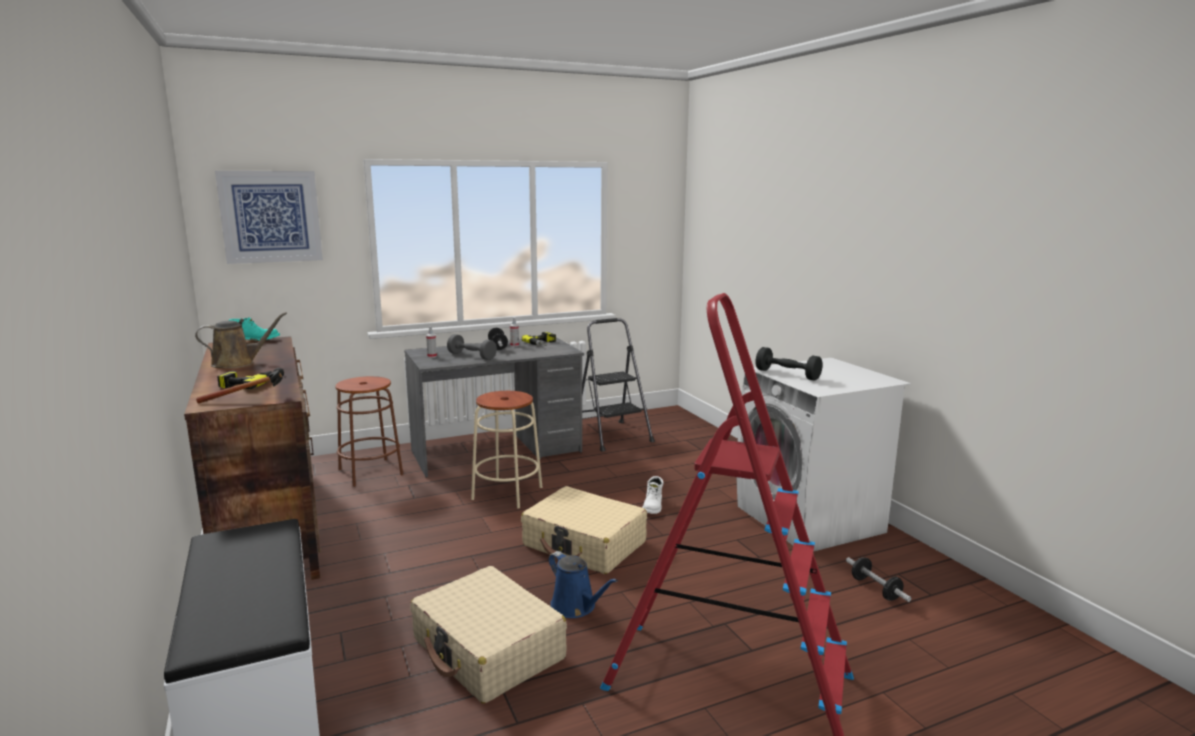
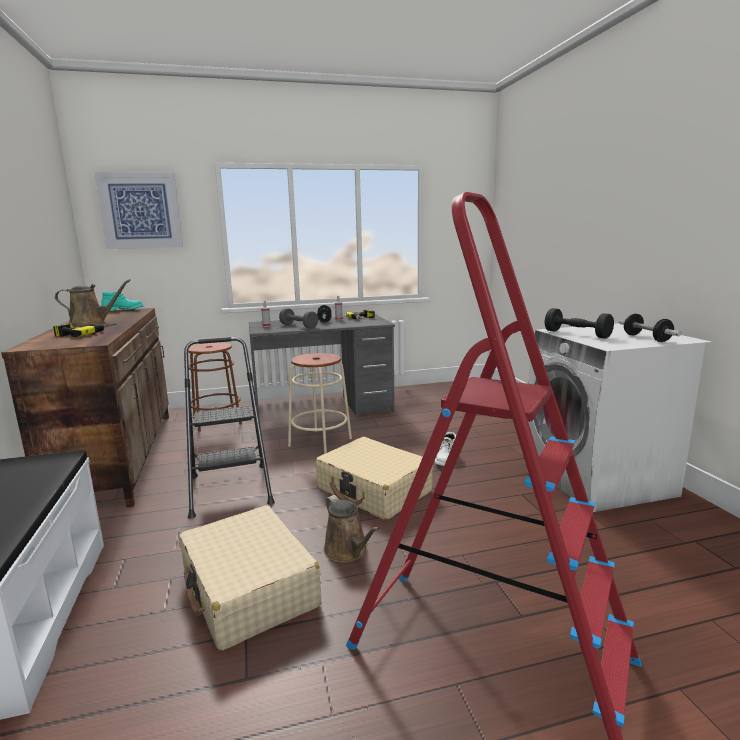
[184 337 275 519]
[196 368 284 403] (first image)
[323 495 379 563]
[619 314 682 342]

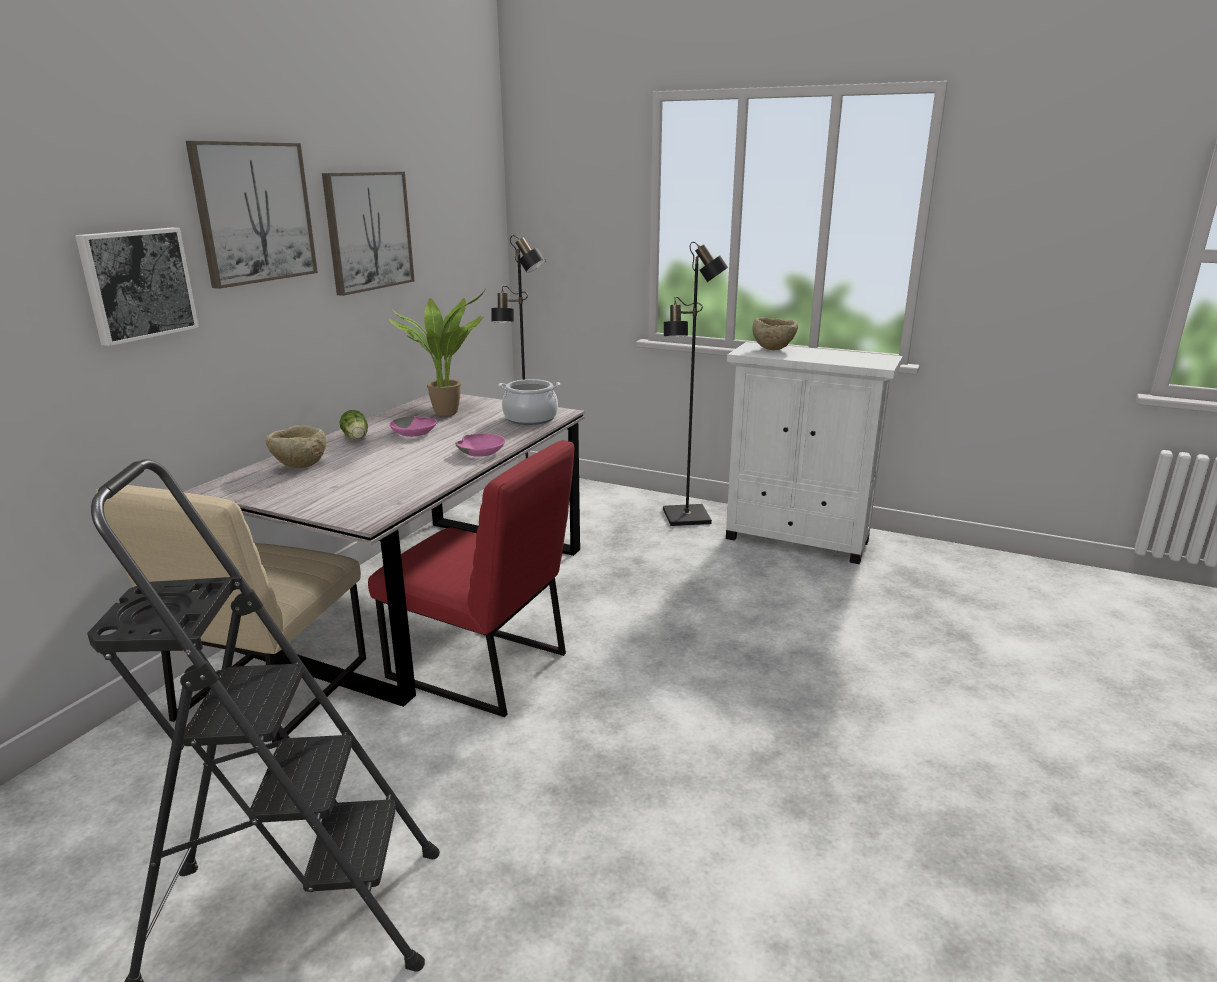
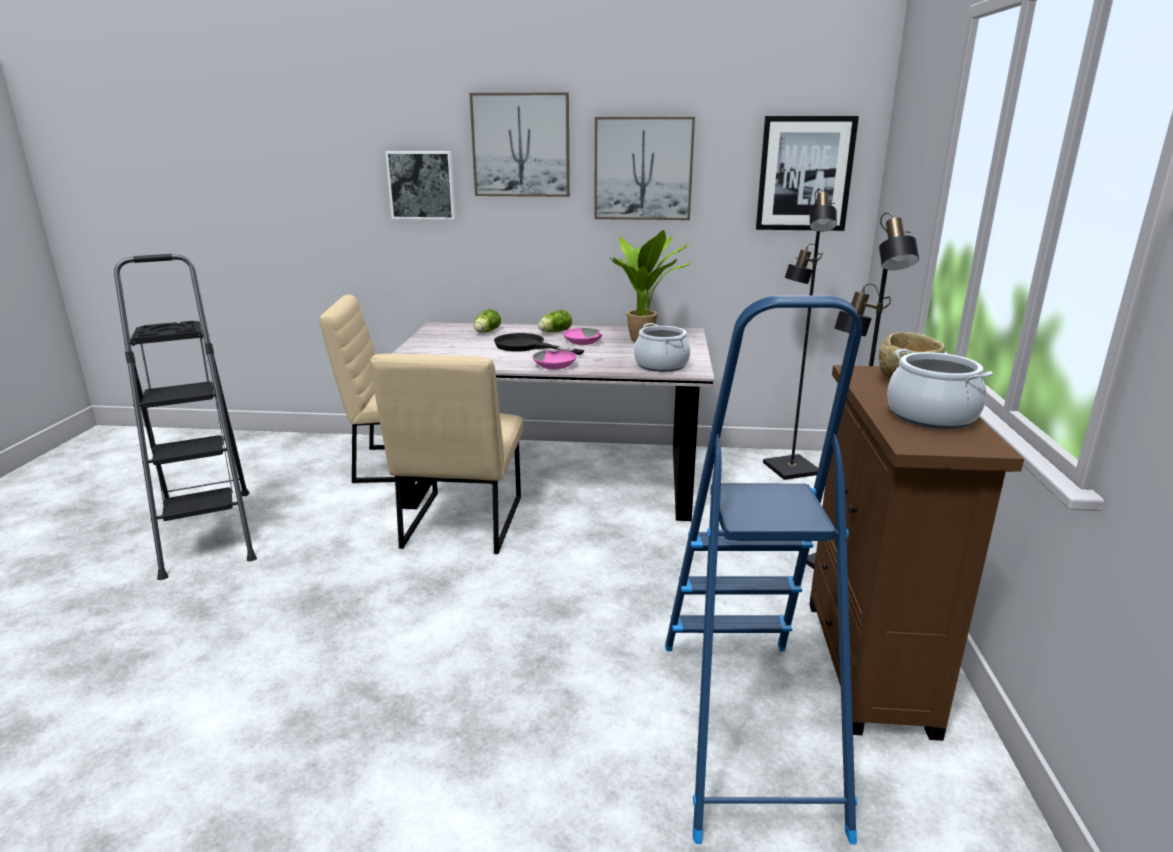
[809 365 1024 741]
[474 309 501 333]
[370 354 524 554]
[756 116 859 231]
[665 296 862 844]
[494 333 584 355]
[887 349 993 429]

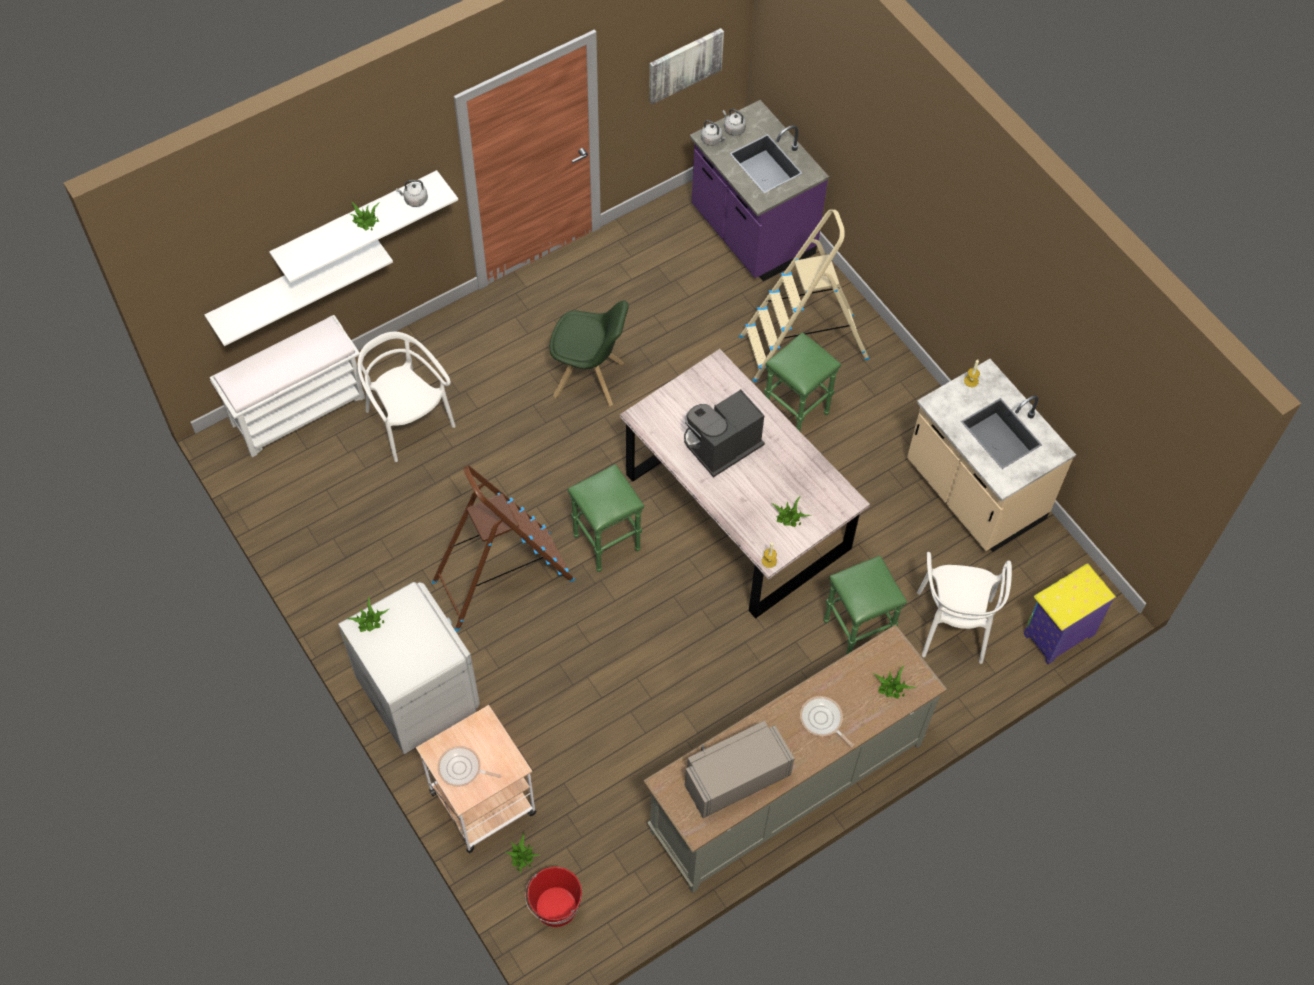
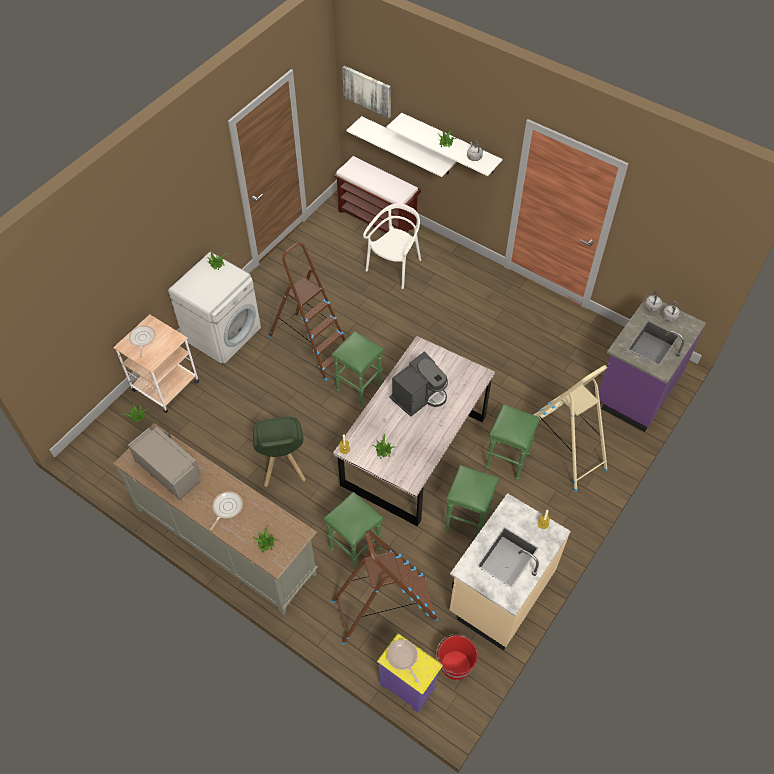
[342 66 391 118]
[253 417 306 487]
[334 156 421 233]
[390 351 448 417]
[331 530 438 644]
[436 634 478 680]
[445 465 499 535]
[387 639 419 683]

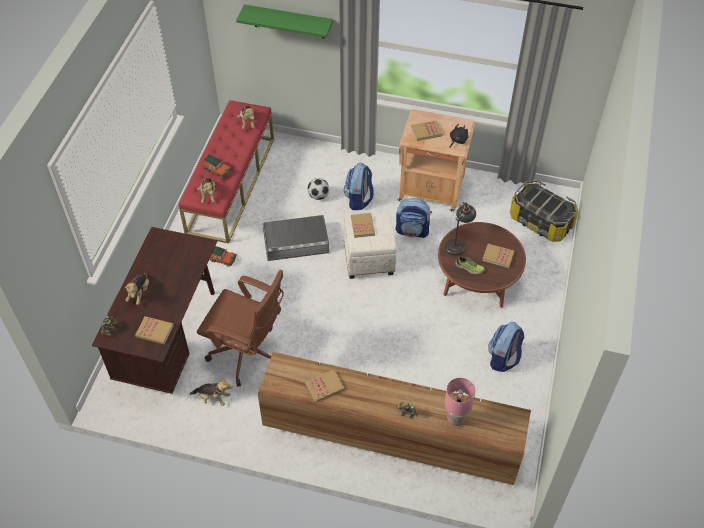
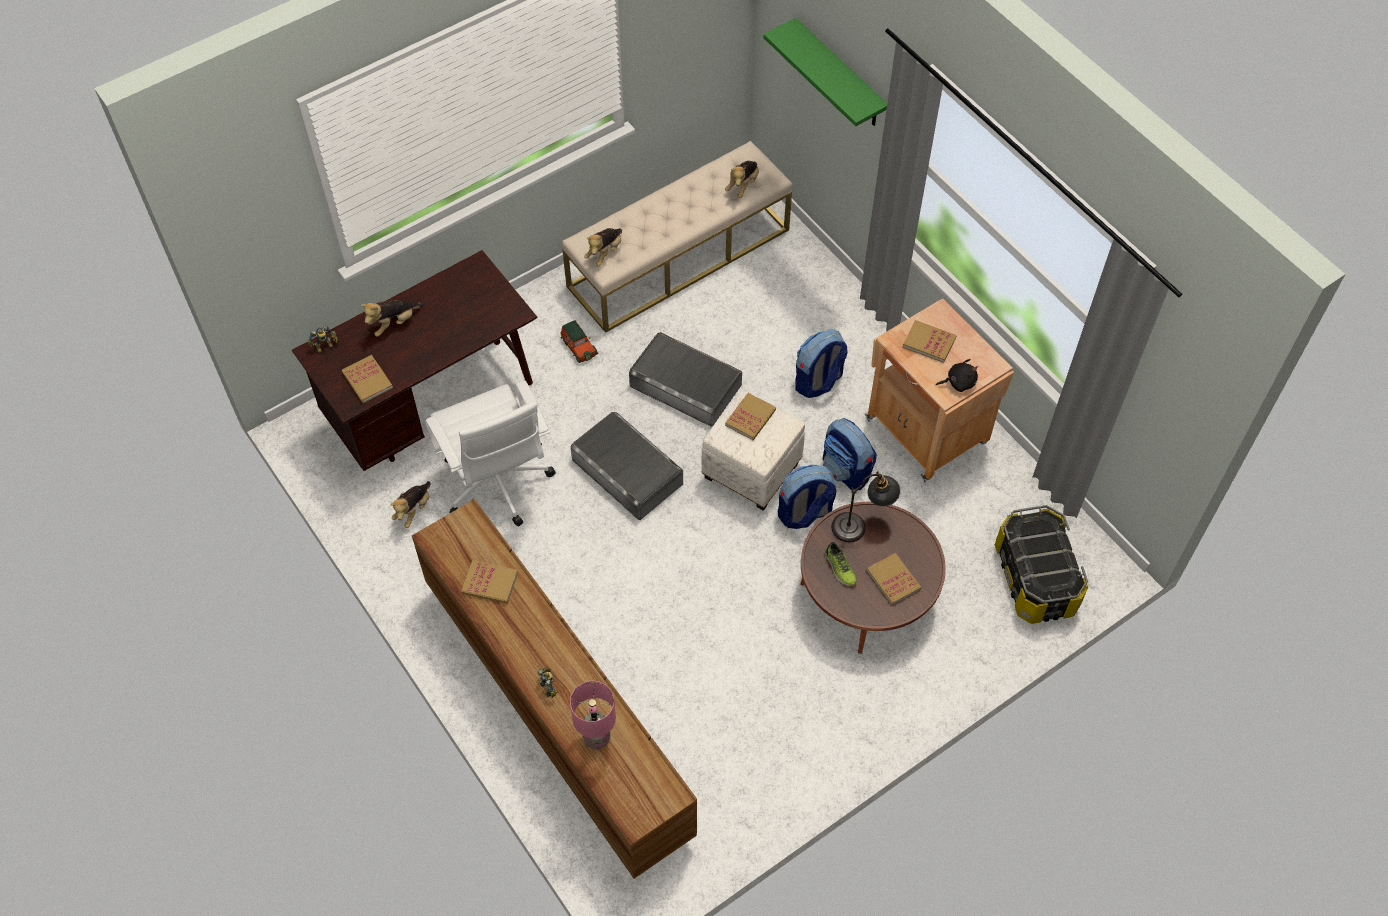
[562 141 792 333]
[203 154 232 179] (first image)
[308 178 329 200] (first image)
[425 381 556 527]
[778 465 836 529]
[390 481 431 528]
[571 412 683 520]

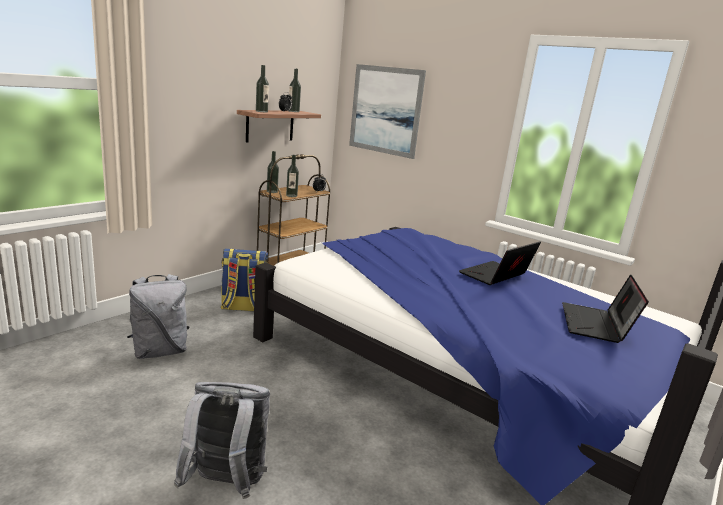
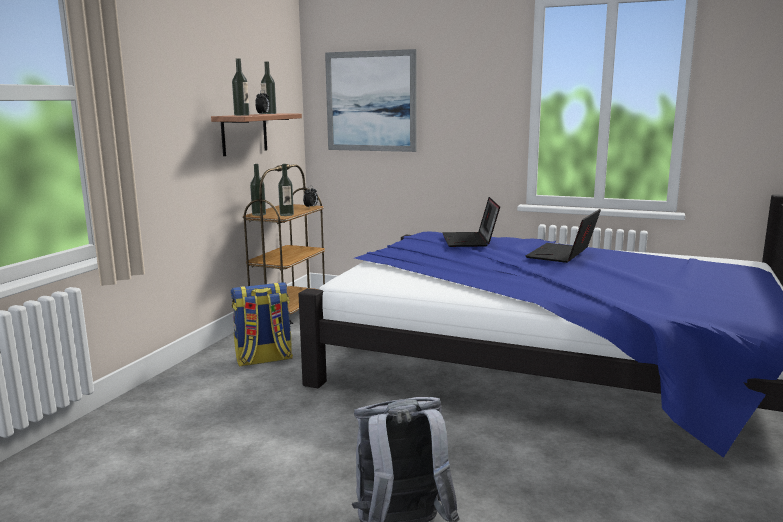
[127 274 190 359] (first image)
[442 197 500 247]

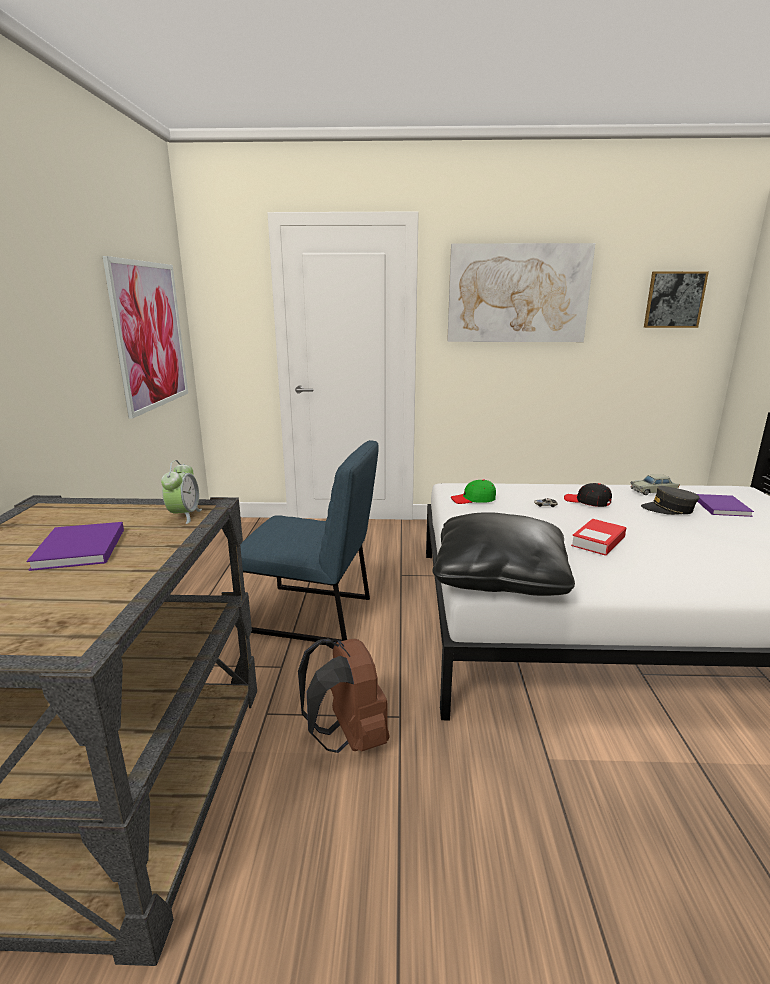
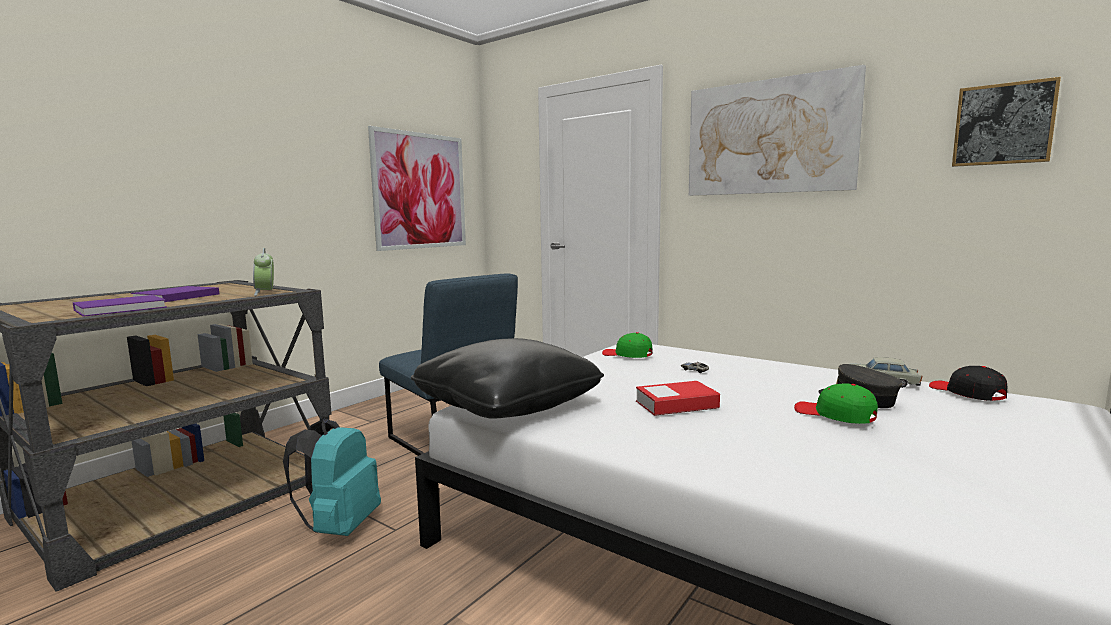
[253 248 274 296]
[929 366 1007 401]
[73 295 167 317]
[283 419 381 536]
[794 383 878 424]

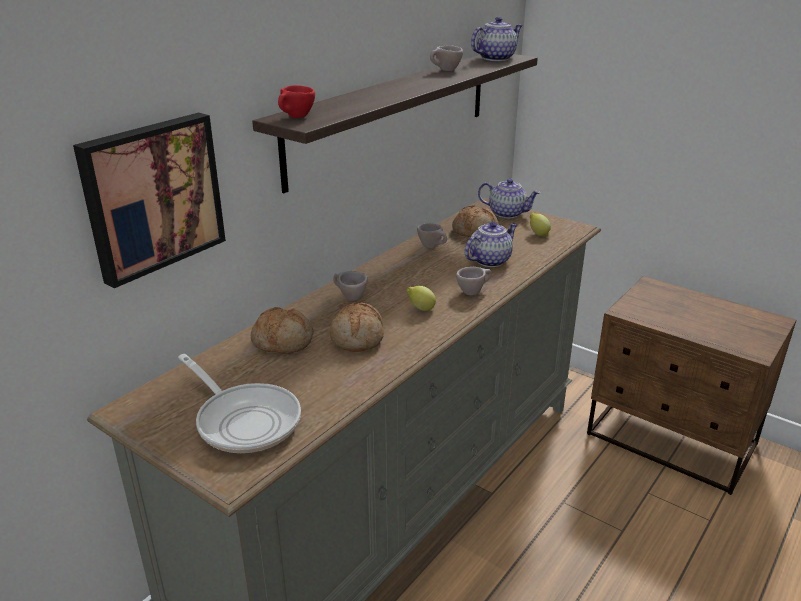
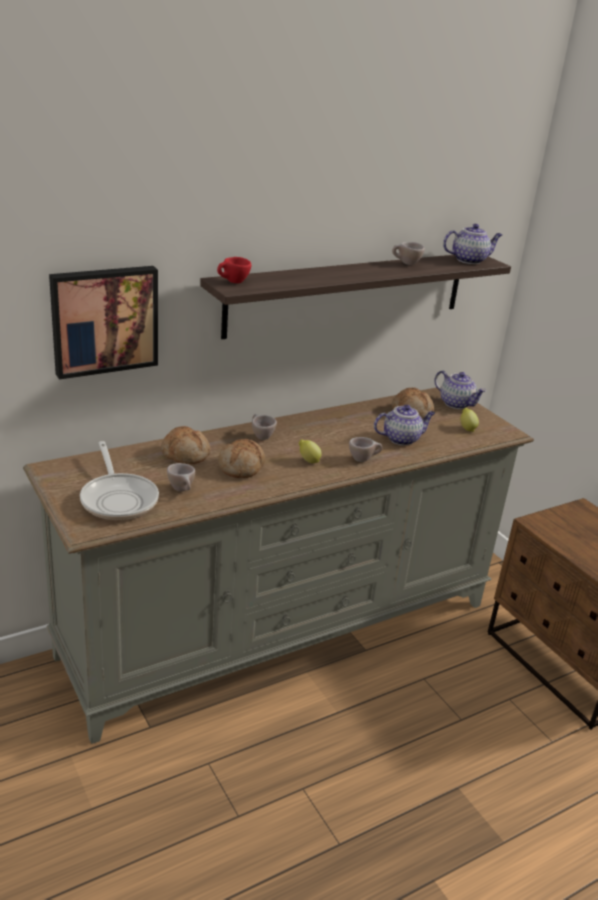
[167 463 195 492]

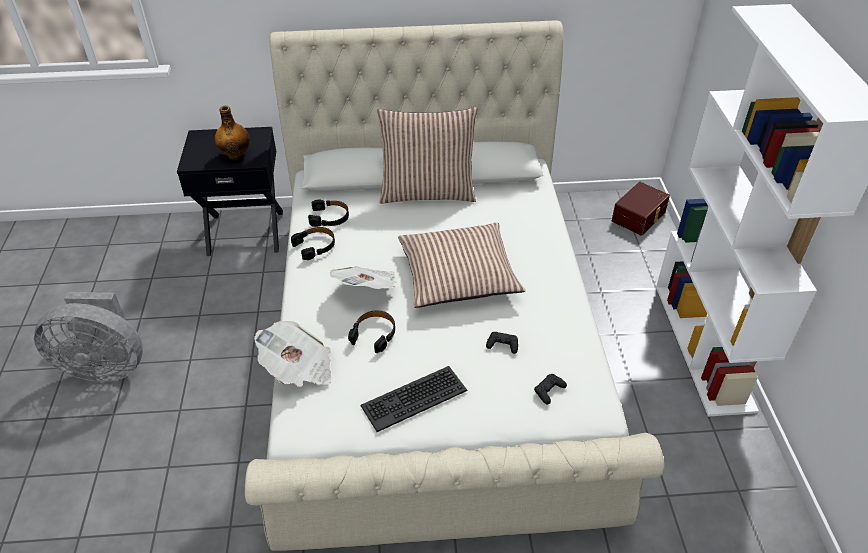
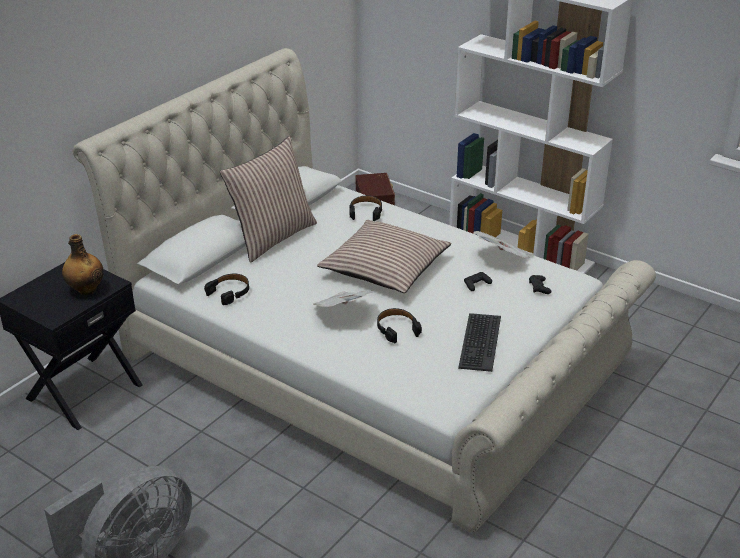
[349 196 383 221]
[473 231 533 258]

